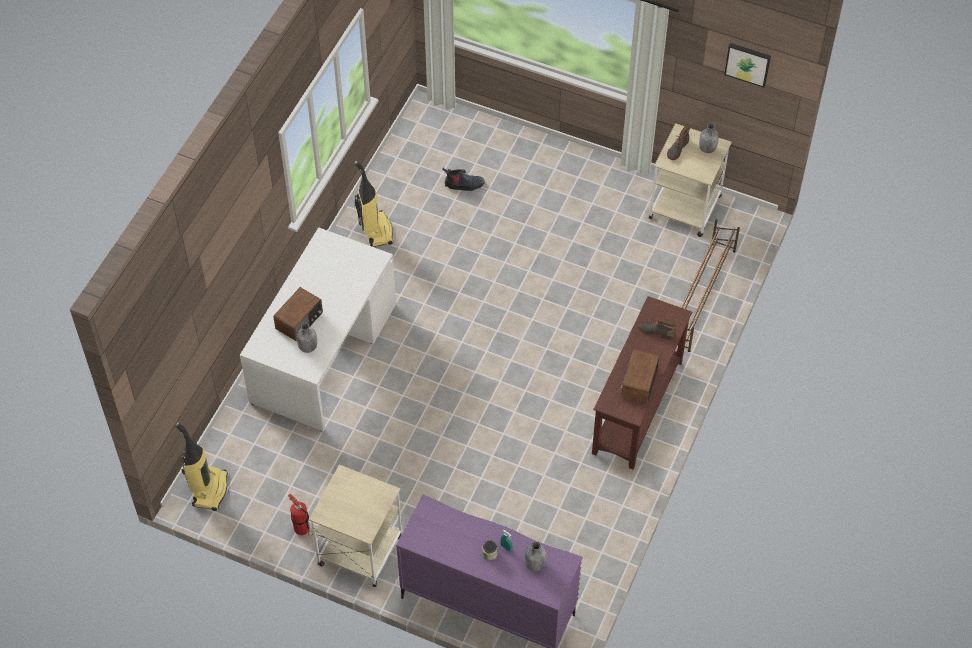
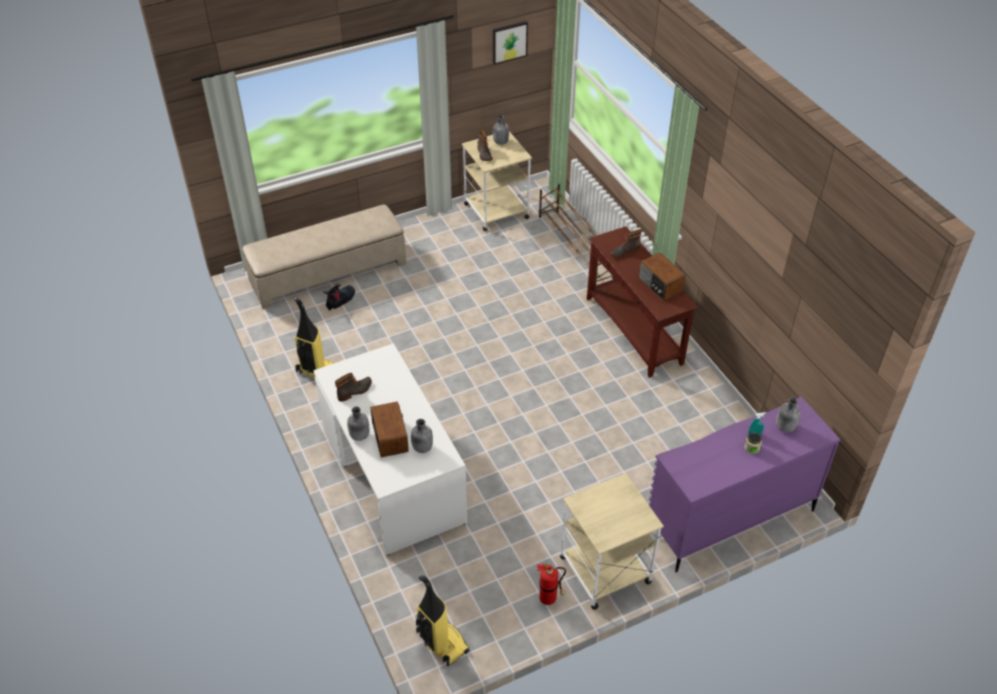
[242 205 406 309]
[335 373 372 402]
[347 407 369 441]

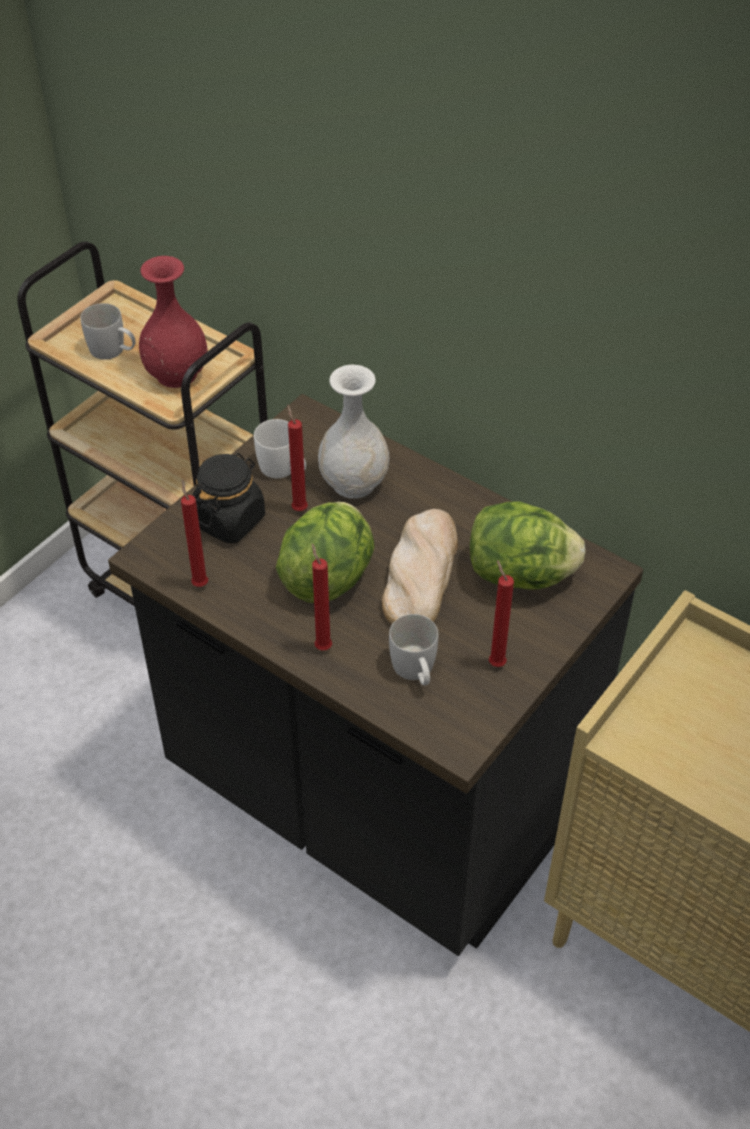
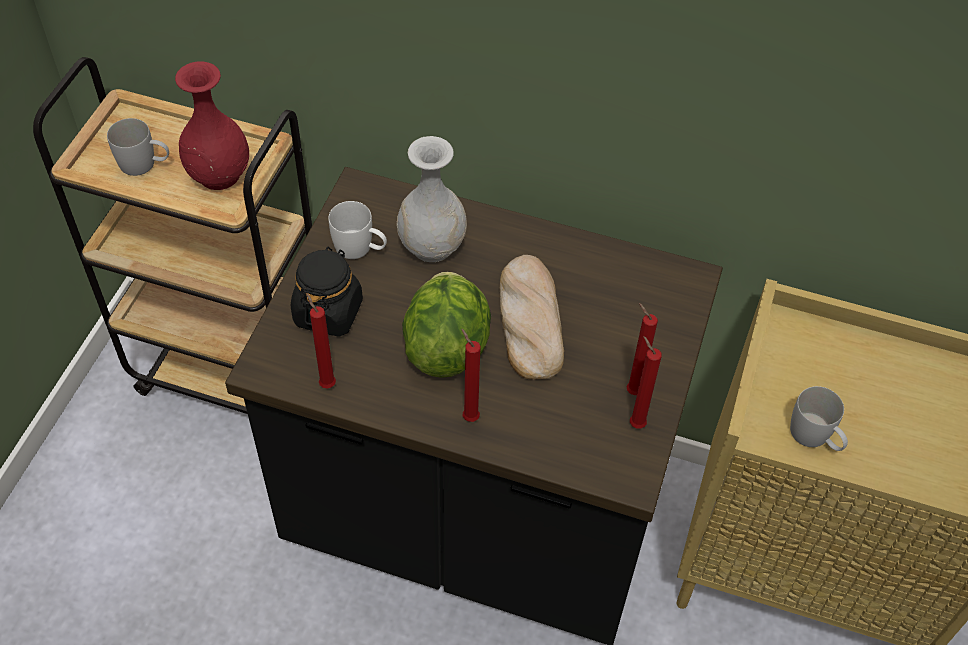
[630 336 662 429]
[470 502 586 589] (first image)
[790 386 848 451]

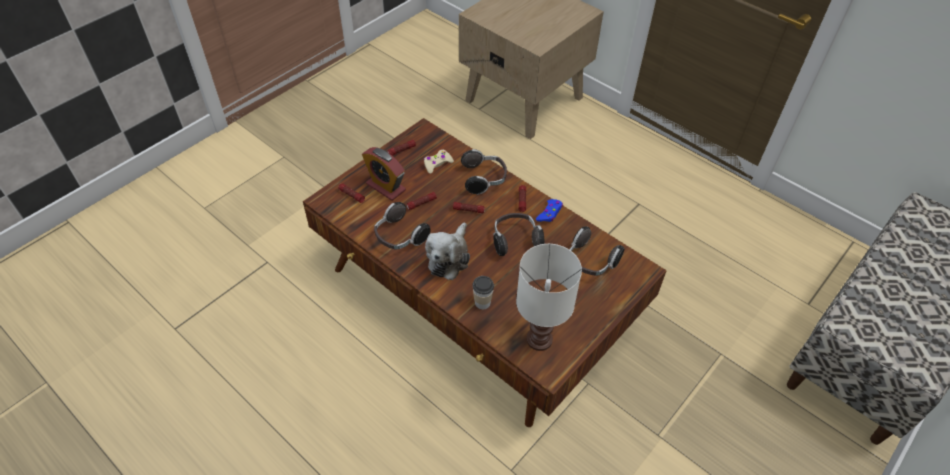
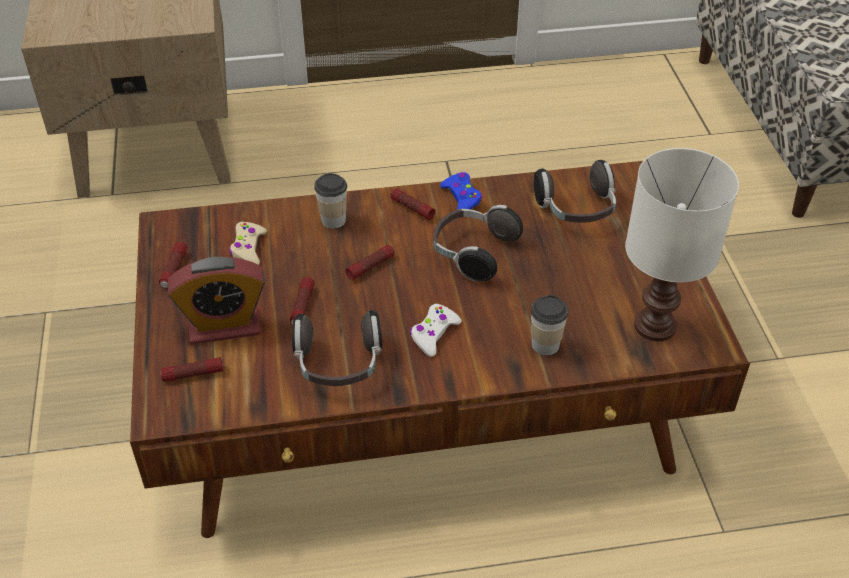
[314 173 347 229]
[410 304 462 357]

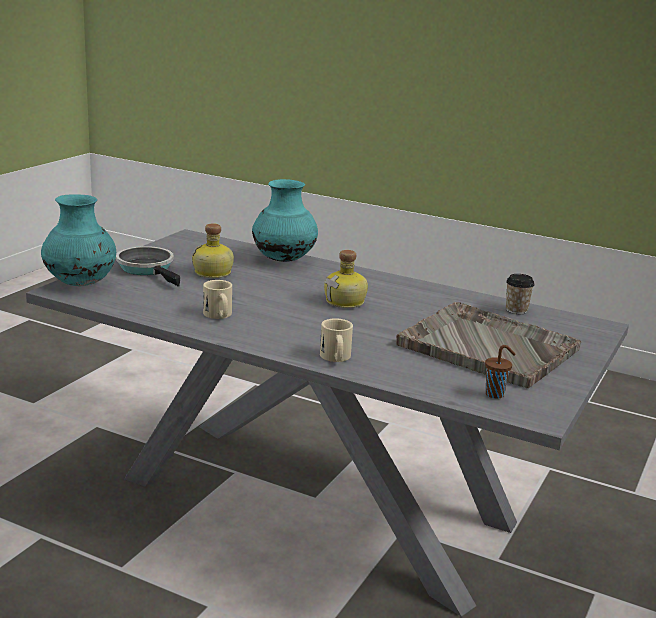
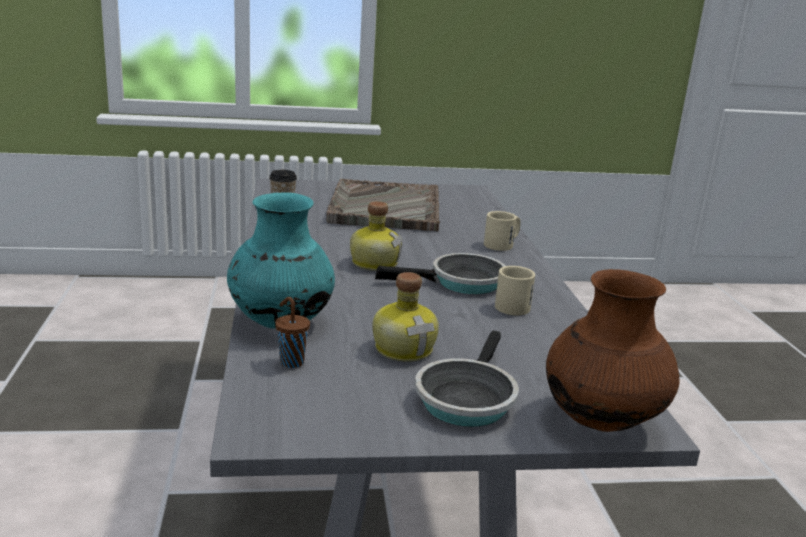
[546 269 680 432]
[275 297 310 368]
[375 253 506 294]

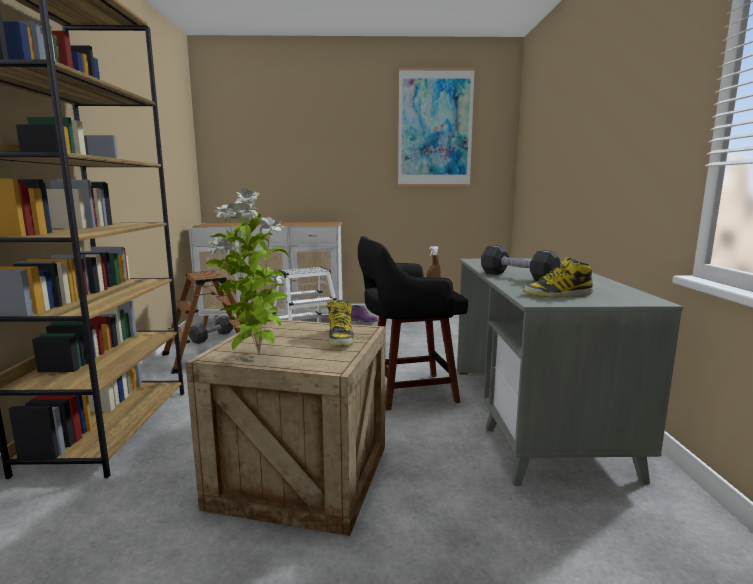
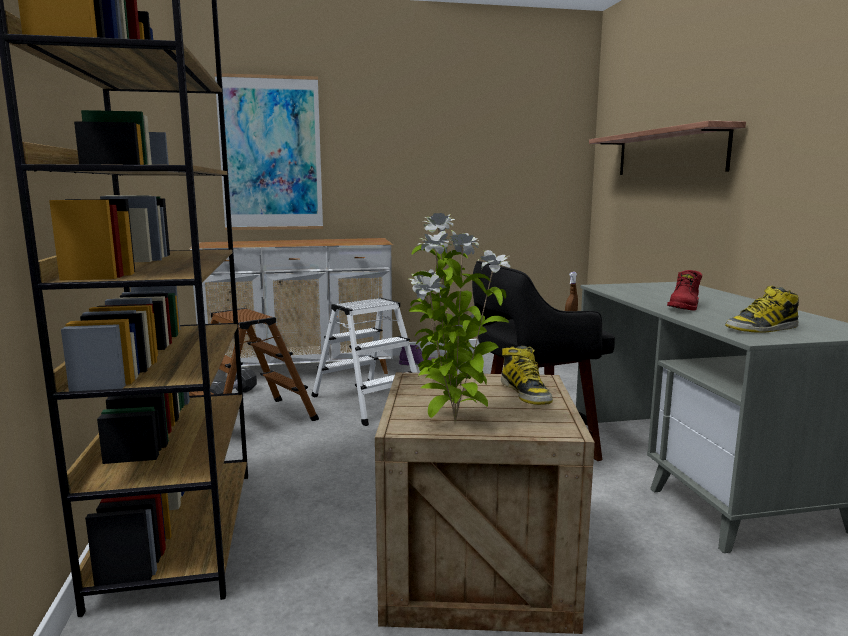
[214 73 323 230]
[667 270 702 311]
[589 121 746 175]

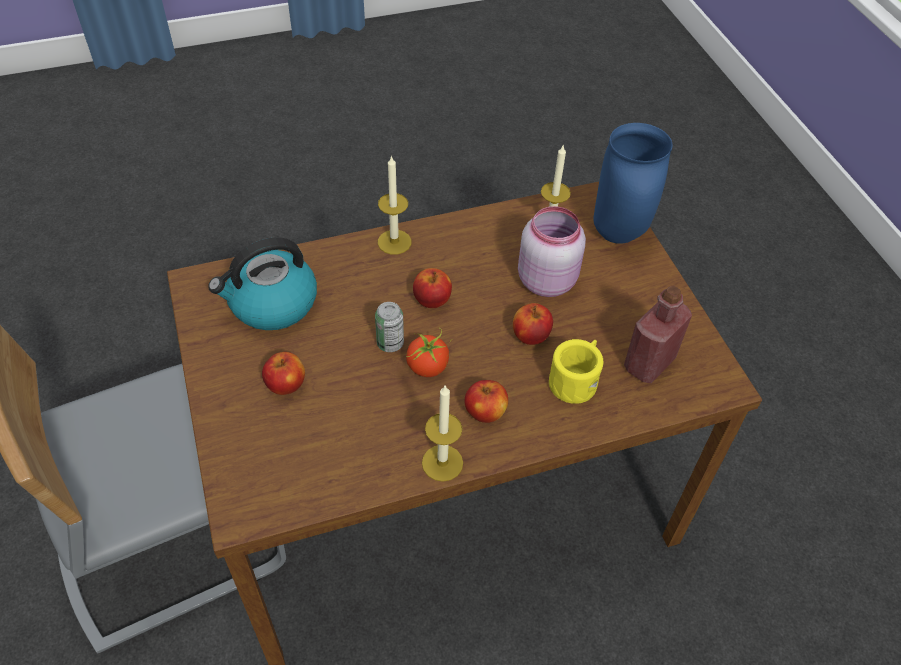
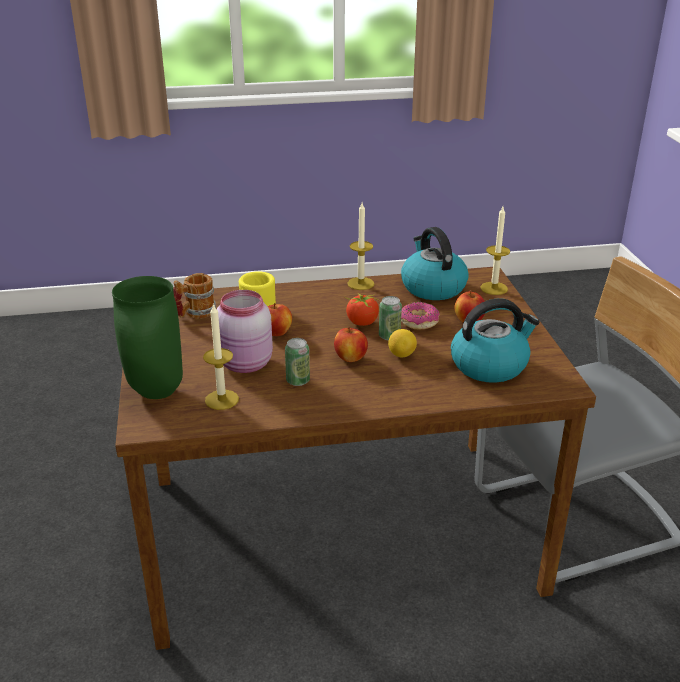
[112 276 183 399]
[481 207 510 295]
[173 273 216 319]
[465 380 508 423] (first image)
[401 227 469 300]
[401 302 440 329]
[388 329 417 357]
[285 338 310 386]

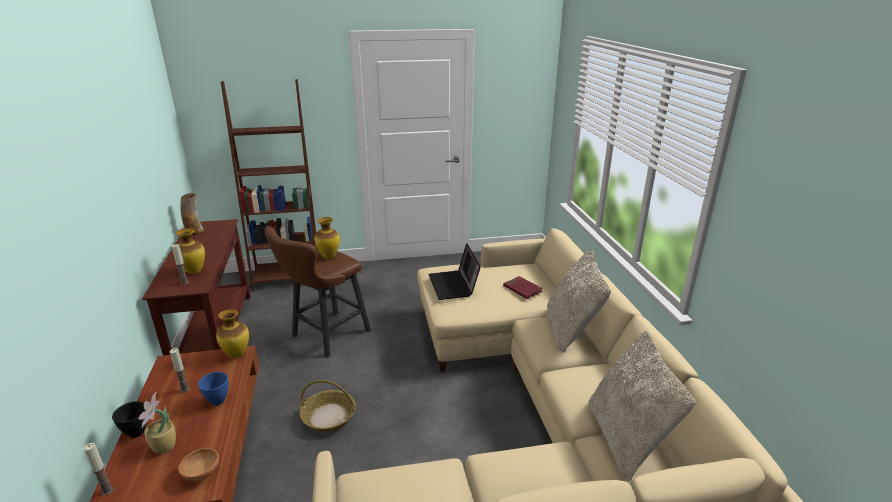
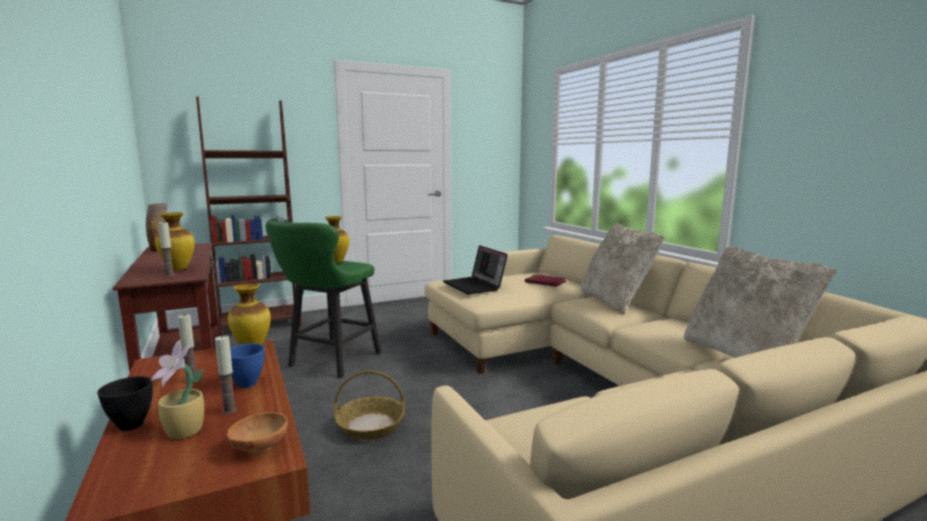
[266 220 382 378]
[215 335 237 414]

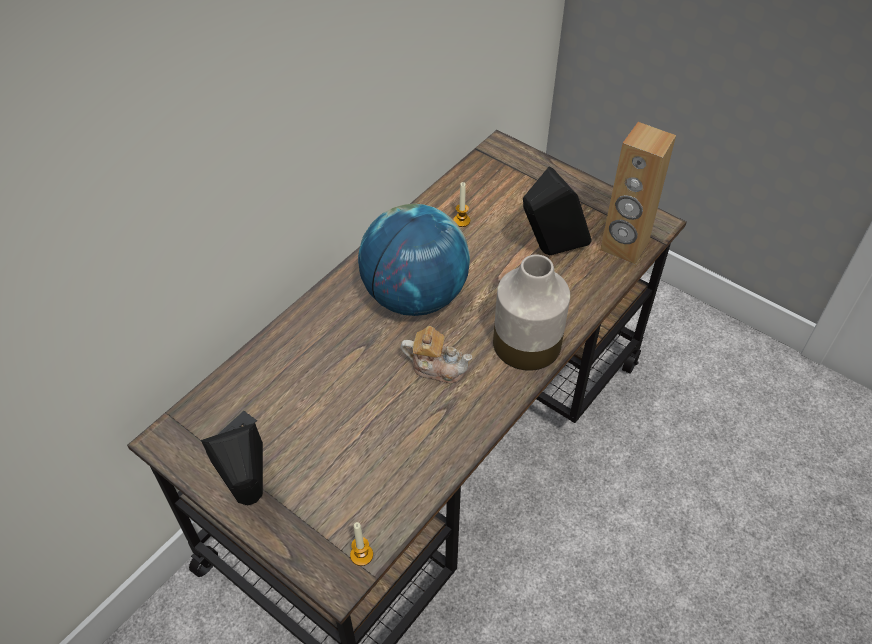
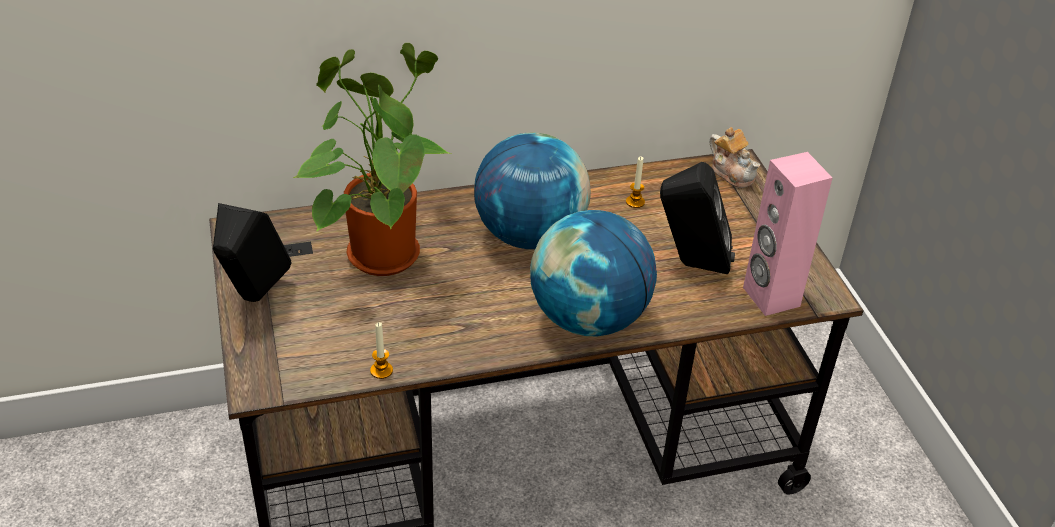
[743 152 833 316]
[530 210 657 336]
[709 127 761 188]
[370 322 393 379]
[293 43 451 276]

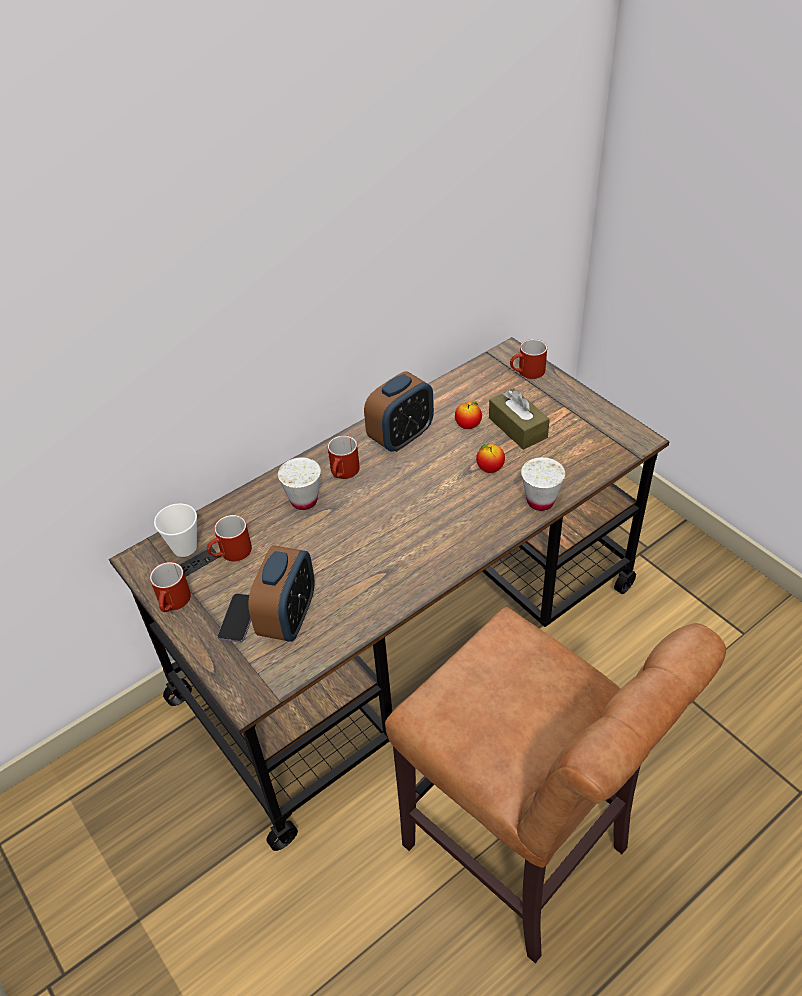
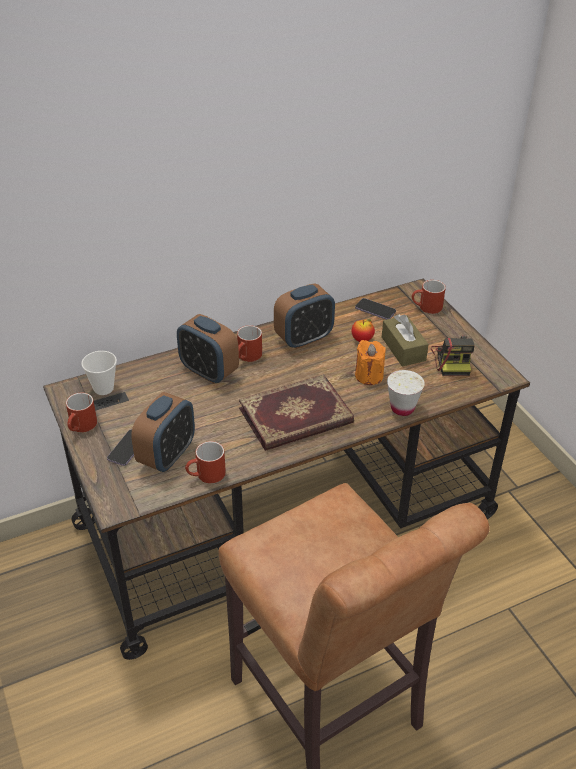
[355 340 386 385]
[177 314 239 384]
[185 441 226 484]
[355 298 396 320]
[431 335 475 376]
[239 374 354 451]

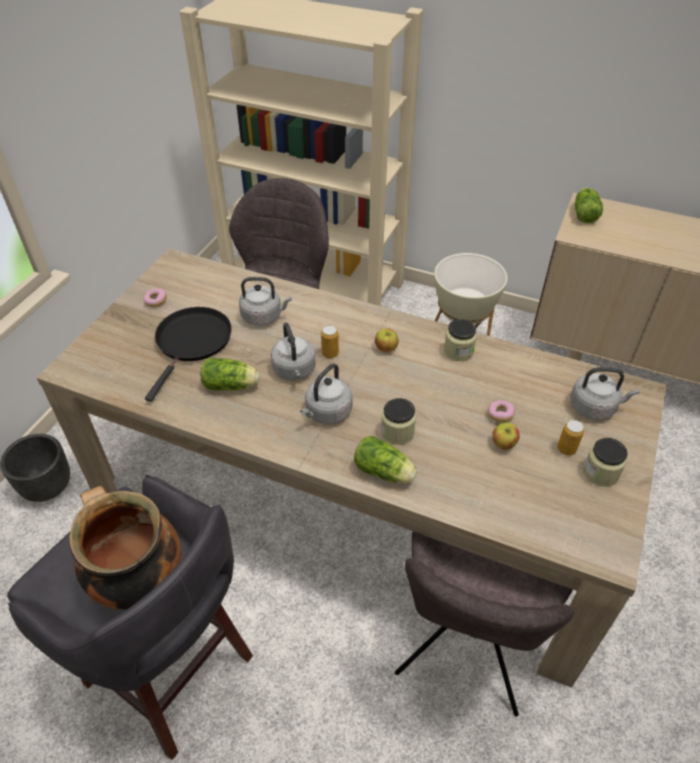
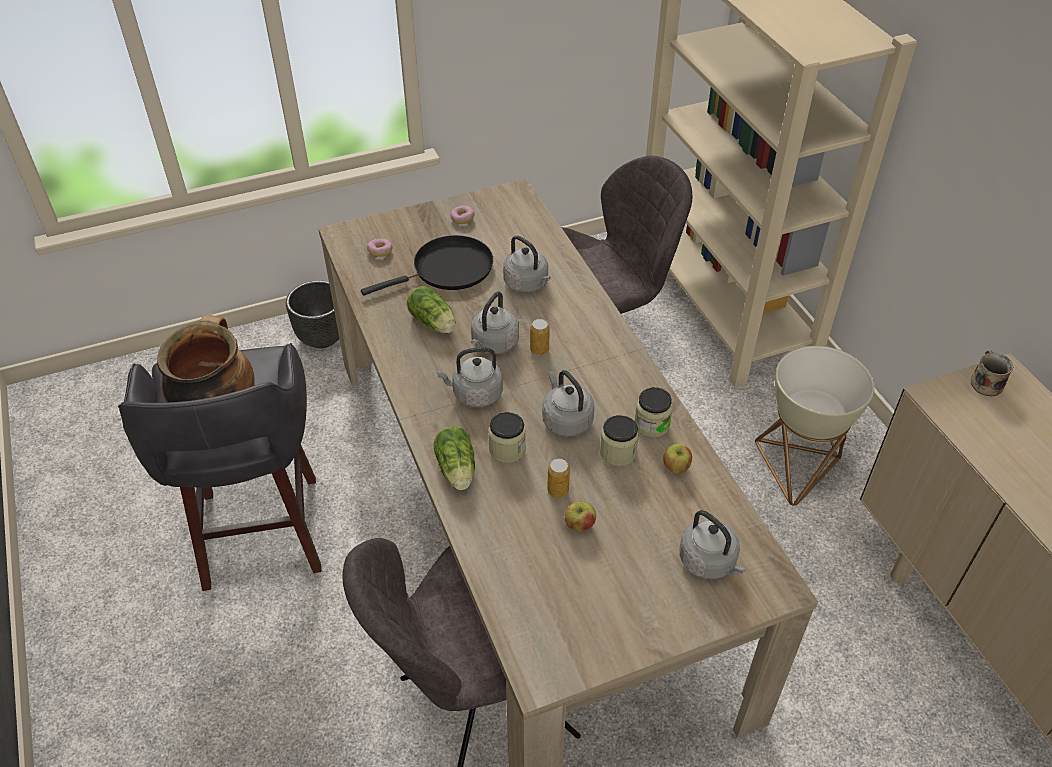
[971 351 1013 396]
[663 443 692 474]
[367 238 393 256]
[547 458 570 498]
[600 415 639 466]
[542 370 594 437]

